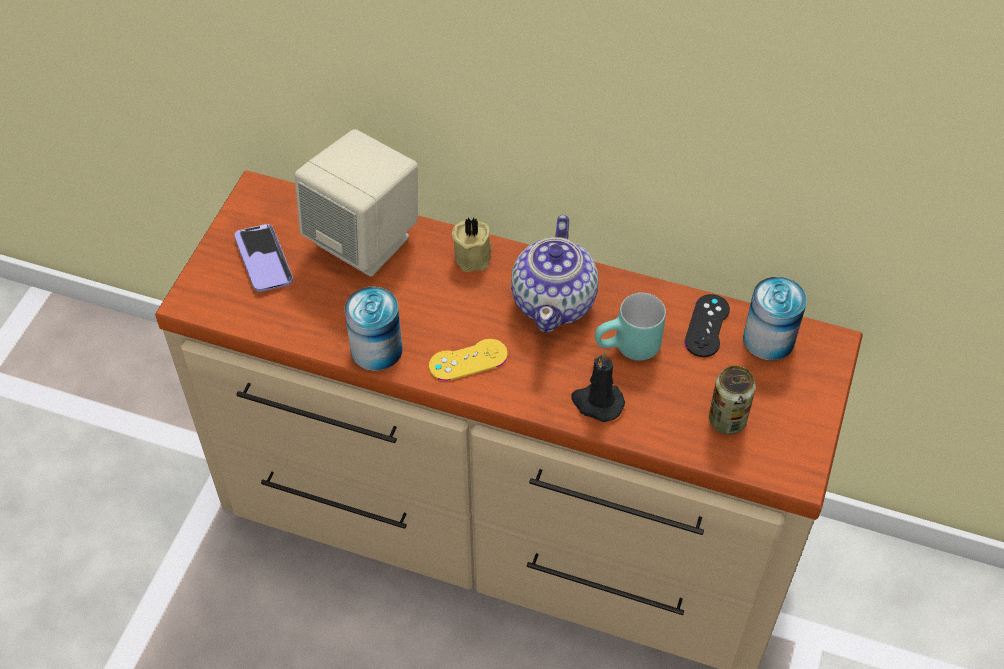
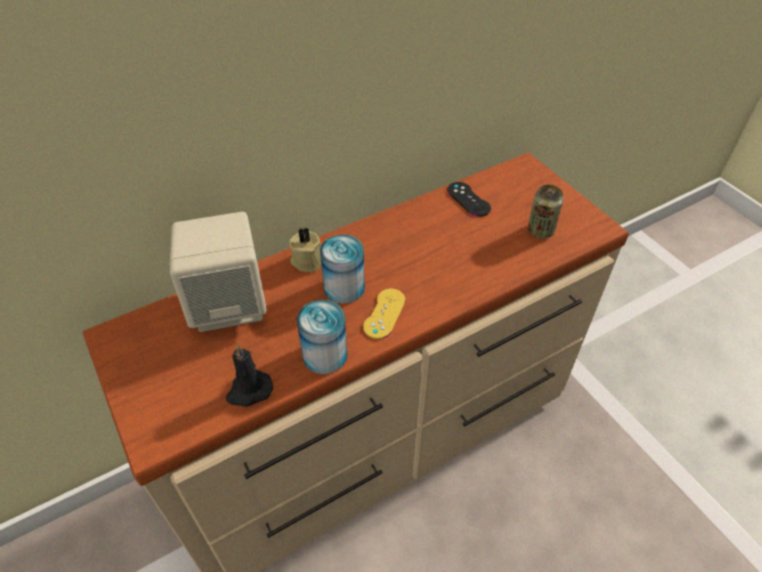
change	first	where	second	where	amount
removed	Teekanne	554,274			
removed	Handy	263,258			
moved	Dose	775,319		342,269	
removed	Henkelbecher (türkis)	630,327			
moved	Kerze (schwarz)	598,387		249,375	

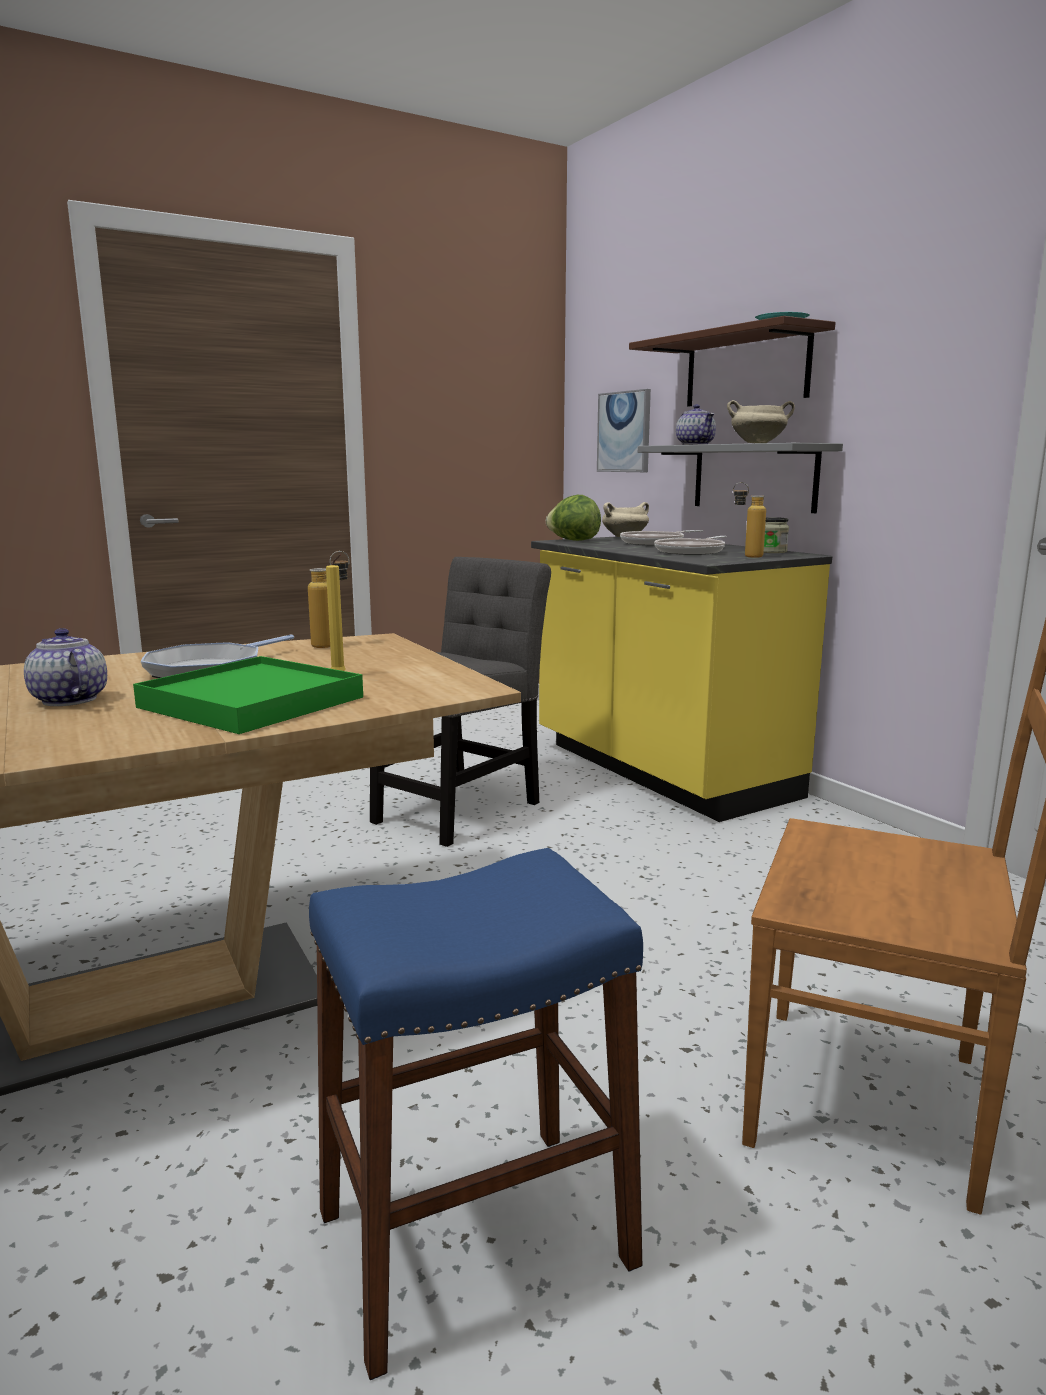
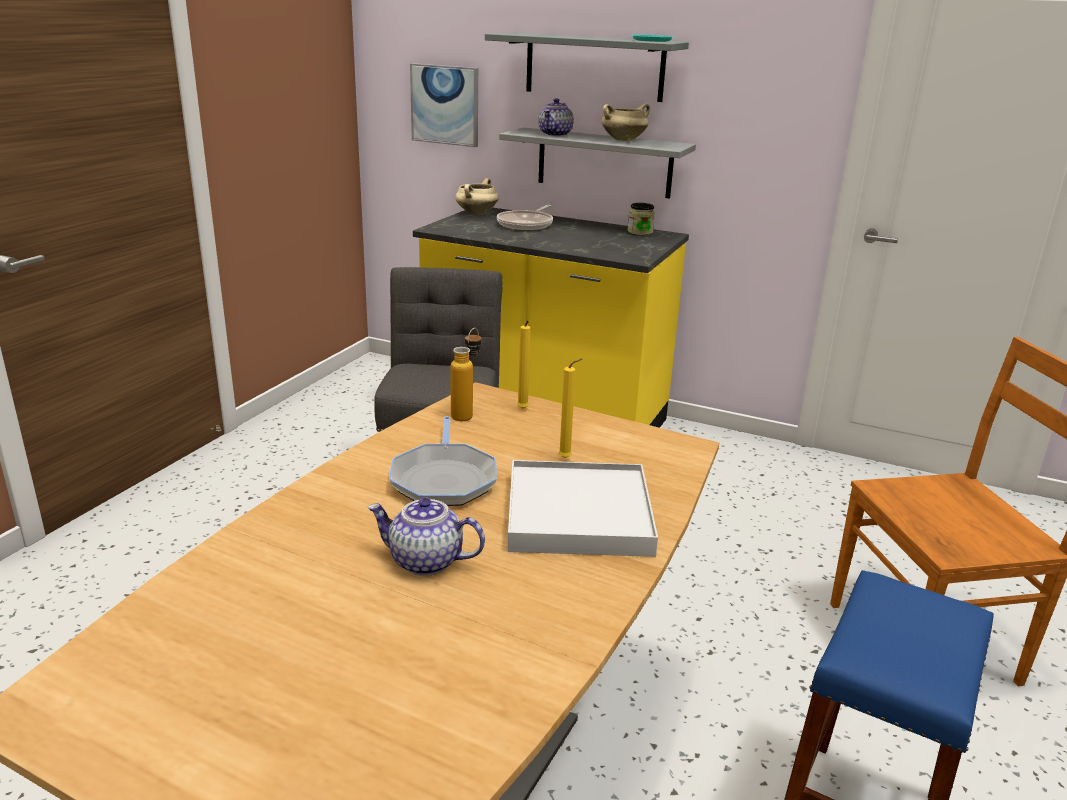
change	first	where	second	where	amount
recoloured	Wandregal (braun)	732,361	Wandregal (grau)	587,67	
turned	Teekanne	696,424		556,117	75 degrees clockwise
removed	Flasche	749,520			
removed	Salatkopf	573,518			
removed	Pfanne	690,545			
recoloured	Tablett (grün)	248,695	Tablett (weiß)	583,508	
added			Kerze (gelb)	524,365	

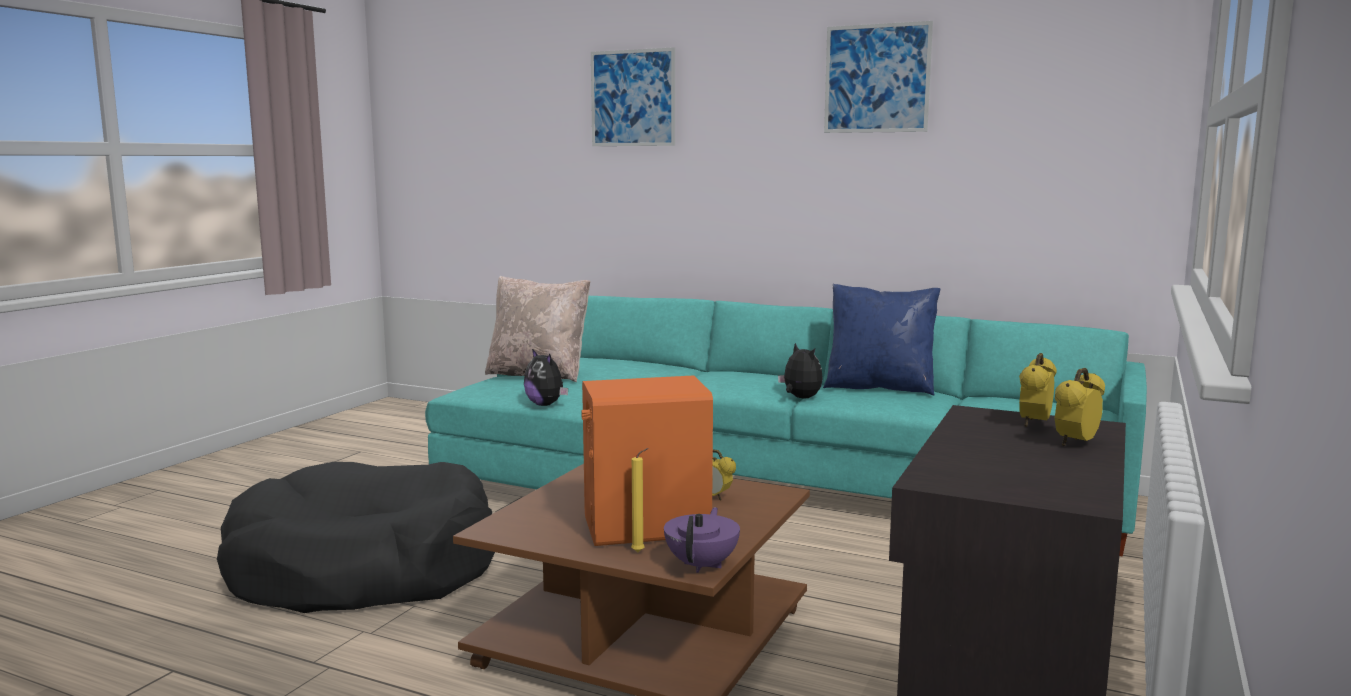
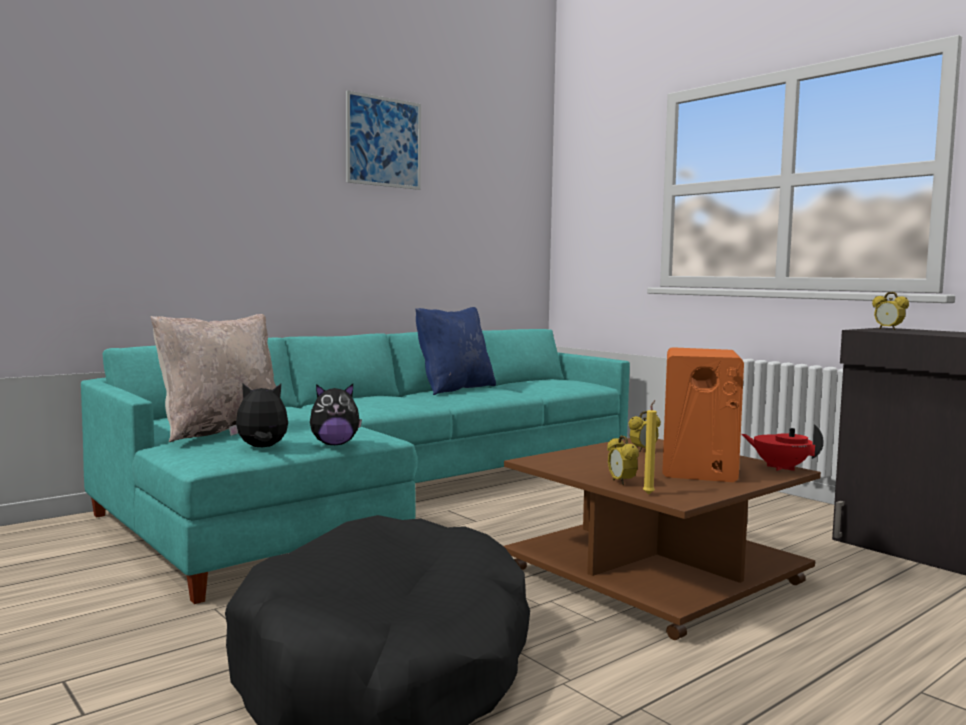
change	first	where	second	where	amount
removed	Bild	633,96			
moved	Plüschtier	800,370		258,415	
moved	Wecker	1080,407		623,460	
moved	Kerze (gelb)	640,500		650,447	
recoloured	Teekanne (lila)	702,540	Teekanne (rot)	782,447	

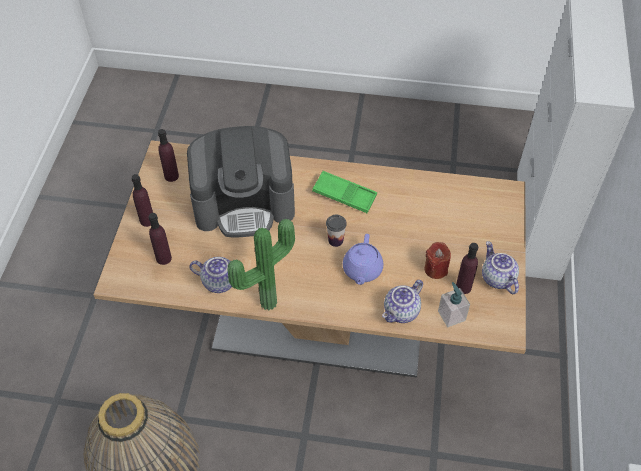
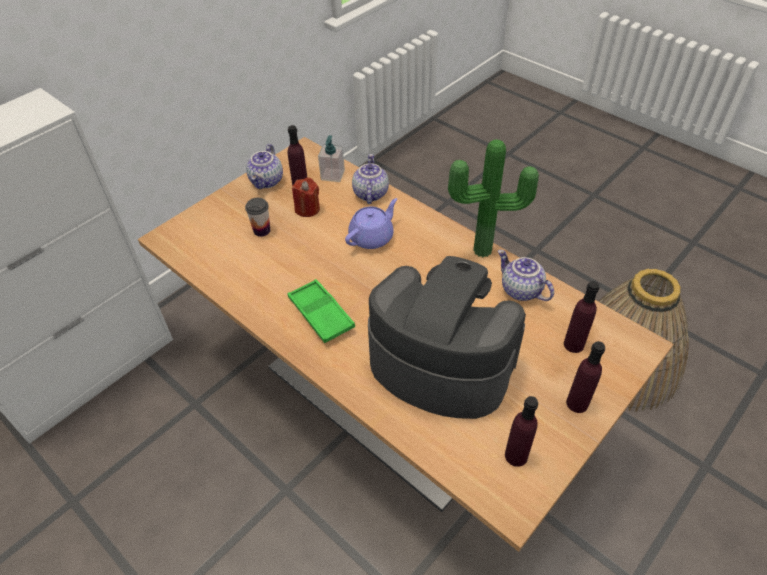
change	first	where	second	where	amount
moved	Tasse	336,230		257,217	
turned	Teekanne	402,301		370,179	75 degrees counterclockwise

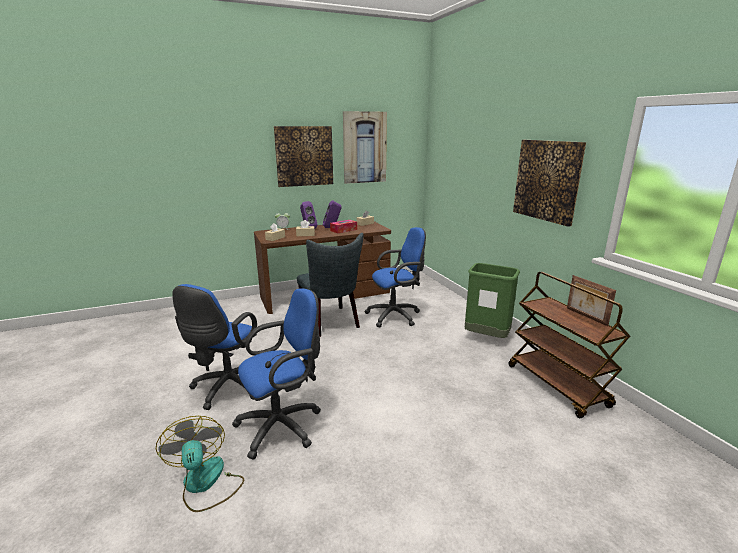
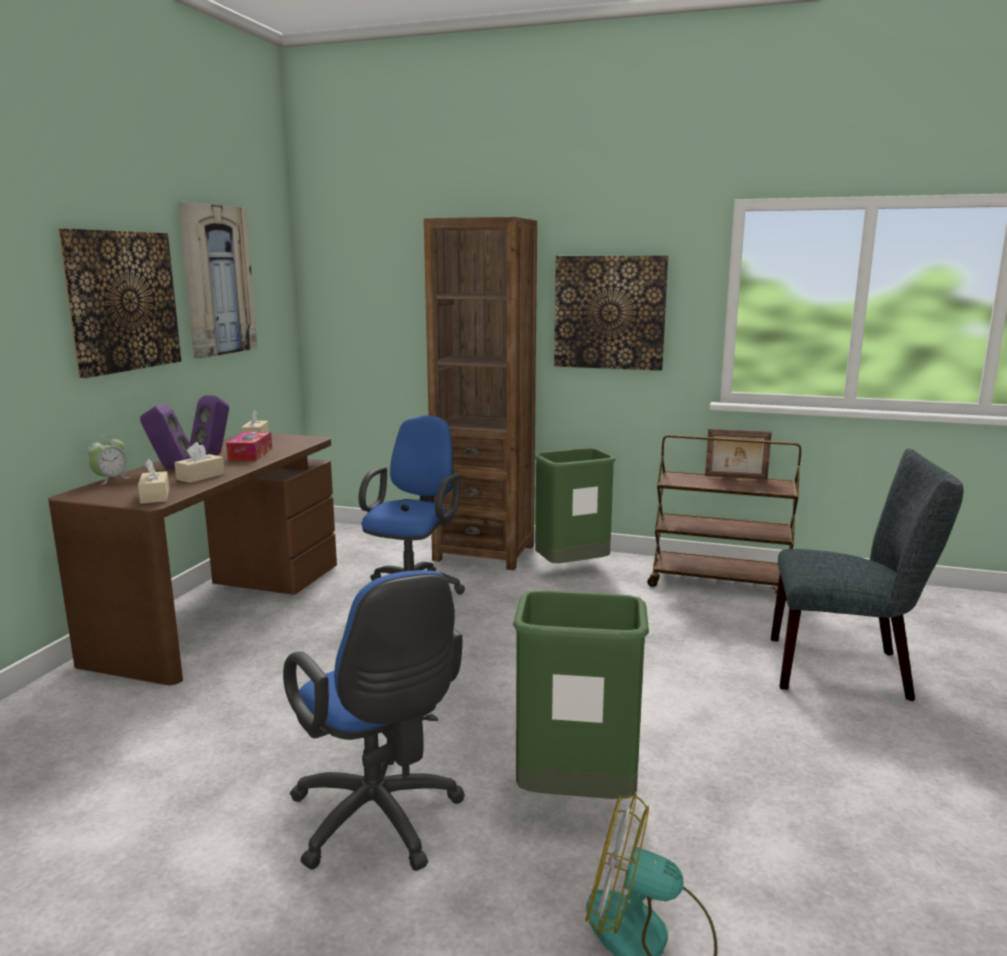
change	first	where	second	where	amount
moved	Stuhl (grau)	330,285		867,574	
replaced	Bürostuhl (blau)	276,374	Mülleimer (grün)	581,694	
added			Bücherregal (braun)	480,393	

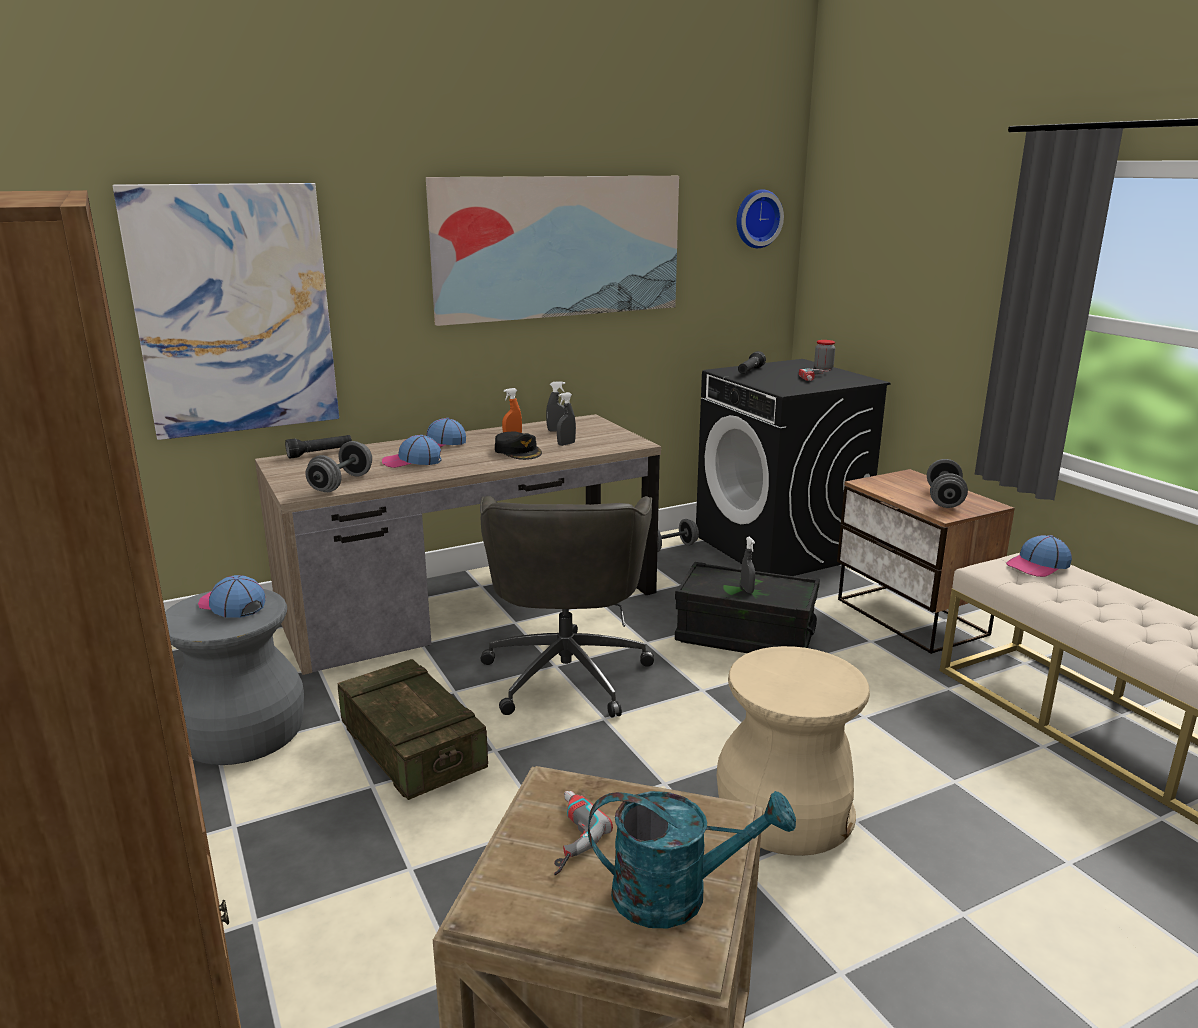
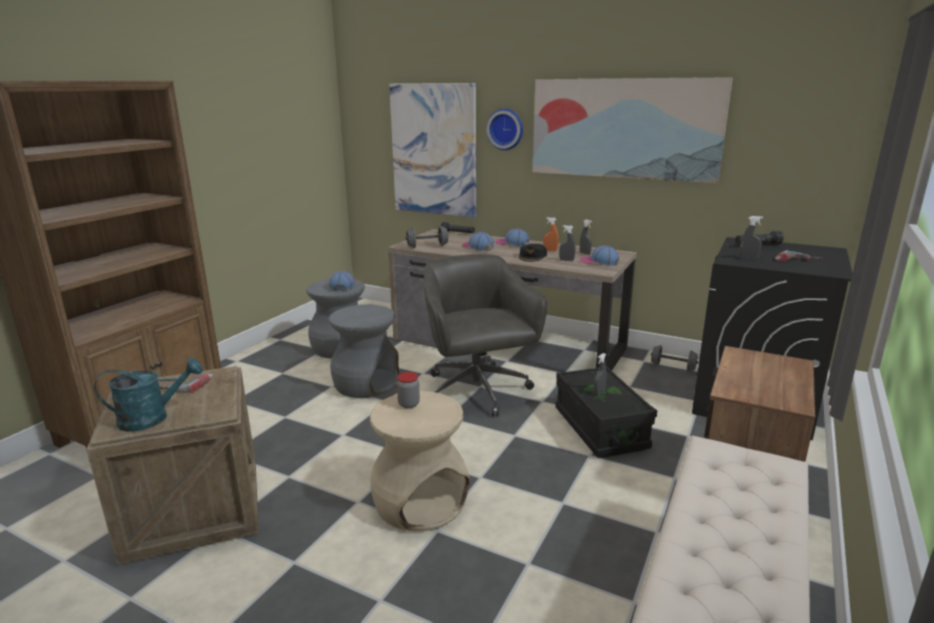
change	first	where	second	where	amount
moved	Wanduhr	760,218		504,129	
moved	Vorratsglas	824,355		408,390	
removed	Hantel (grau)	947,483			
turned	Bürostuhl (grau)	567,607		485,335	105 degrees clockwise
moved	Kappe	1039,556		599,255	
replaced	Kiste	413,729	Hocker (grau)	364,351	
turned	Gießkanne (türkis)	692,859		148,395	75 degrees counterclockwise
added			Sprühflasche (grau)	751,238	

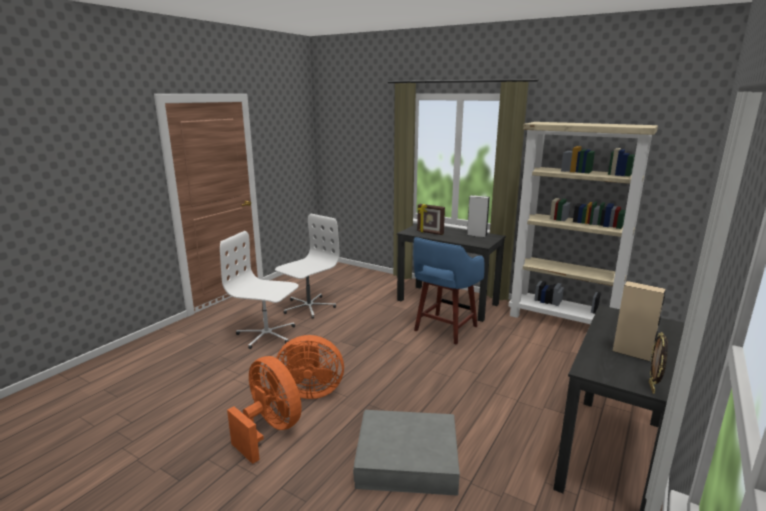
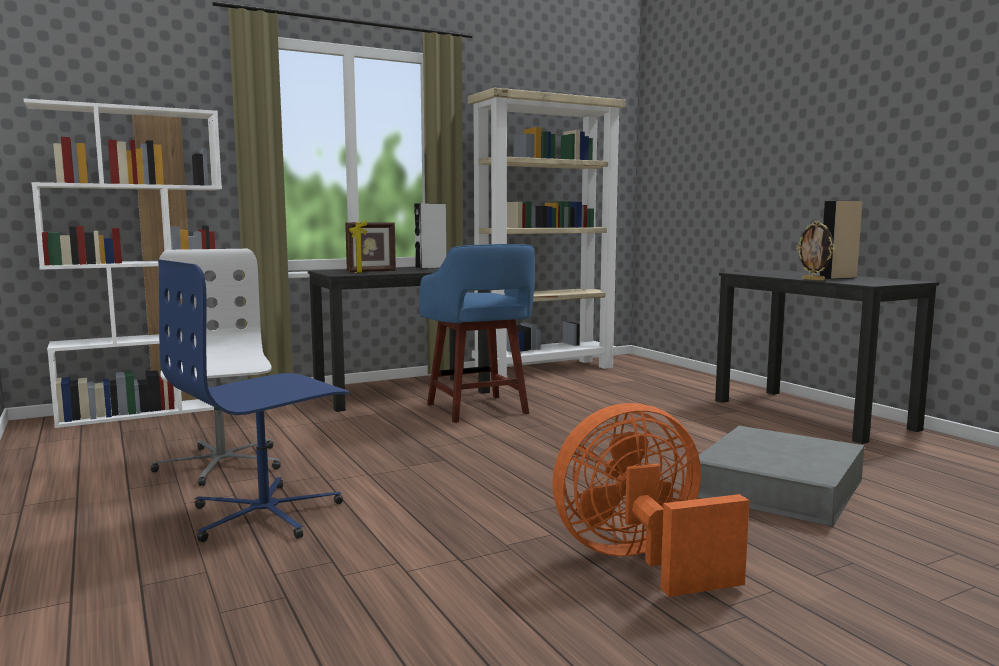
change	first	where	second	where	amount
recoloured	Bürostuhl (weiß)	259,290	Bürostuhl (blau)	253,401	
moved	Bilderrahmen	658,363		816,251	
removed	Ventilator (orange)	310,367			
added			Bücherregal (weiß)	123,263	

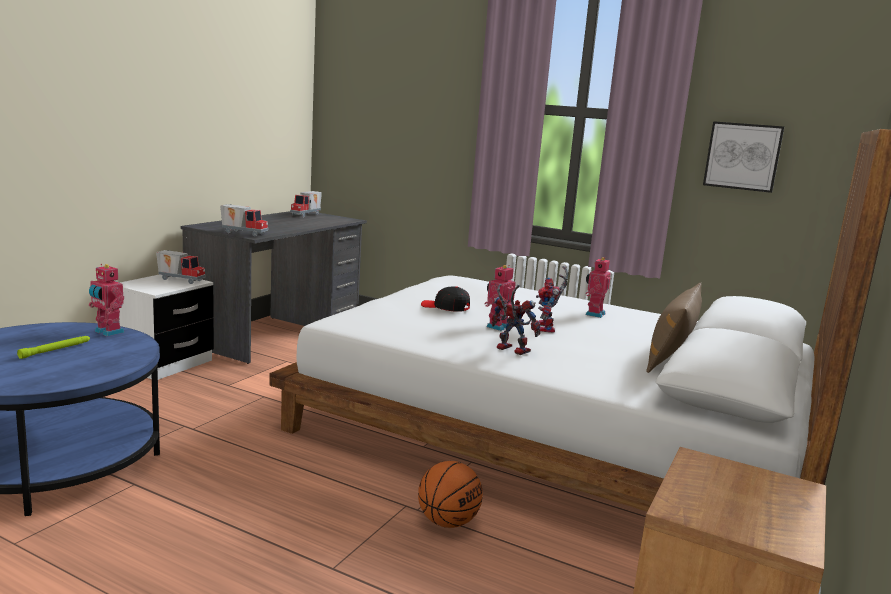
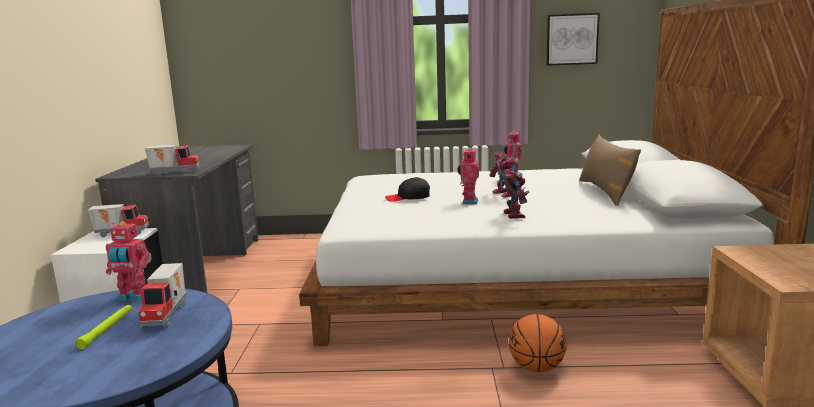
change	first	where	second	where	amount
moved	Spielzeuglaster	306,204		162,296	
turned	Spielzeugroboter	516,319		514,188	75 degrees clockwise

